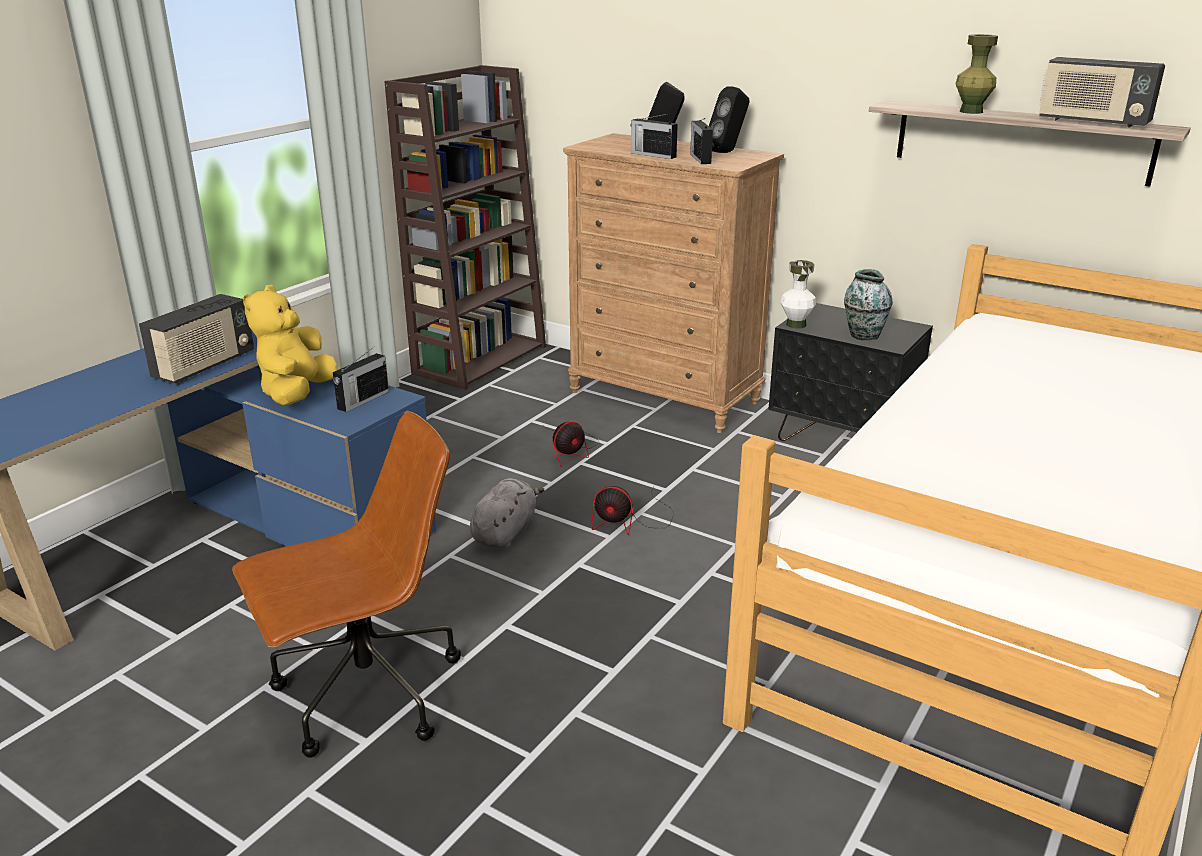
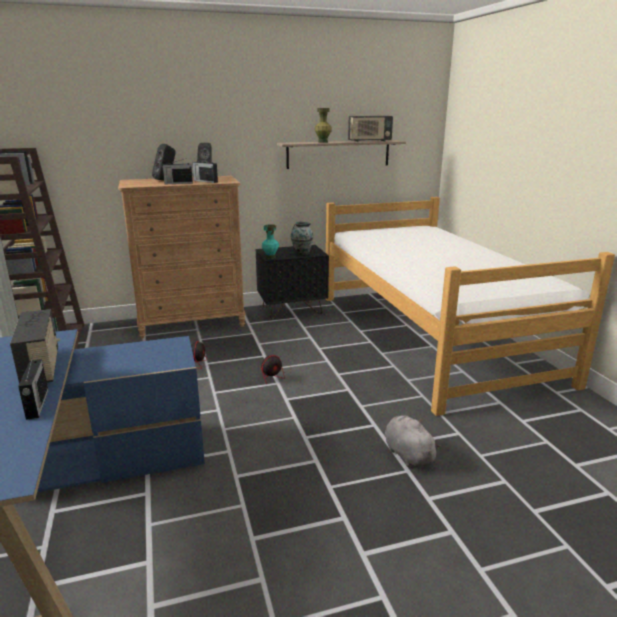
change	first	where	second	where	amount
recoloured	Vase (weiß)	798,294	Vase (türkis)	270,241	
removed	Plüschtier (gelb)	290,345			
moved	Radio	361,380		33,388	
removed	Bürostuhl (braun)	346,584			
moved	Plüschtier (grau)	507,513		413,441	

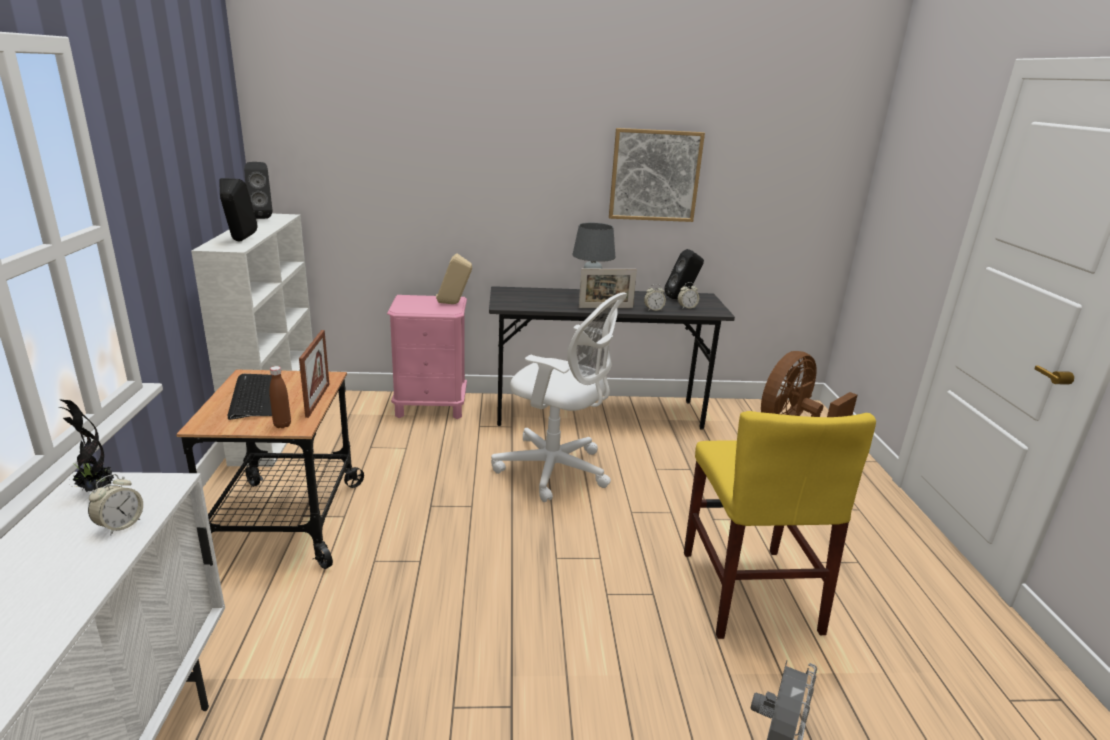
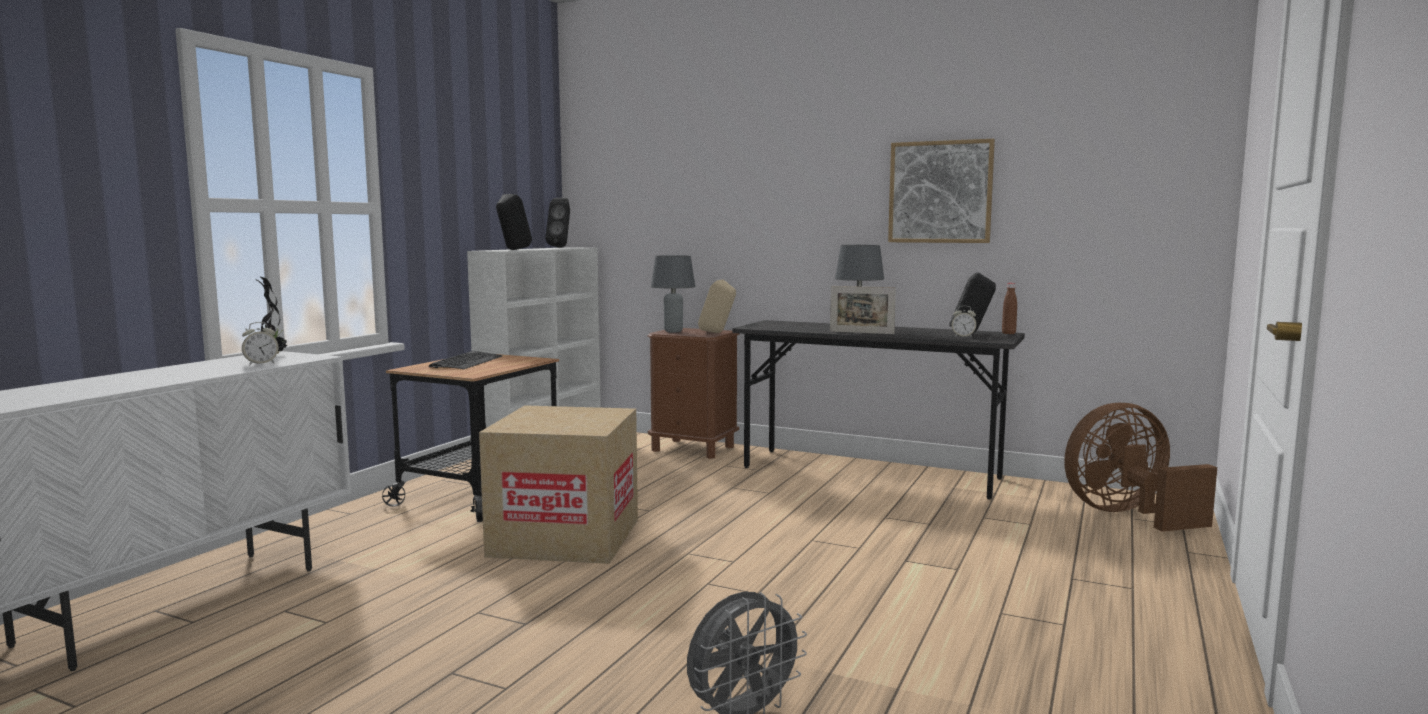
change	first	where	second	where	amount
removed	Wecker	655,297			
removed	Bürostuhl (weiß)	559,397			
recoloured	Nachttisch (rosa)	427,357	Nachttisch (braun)	693,393	
removed	Bilderrahmen	314,374			
moved	Flasche (braun)	280,397		1009,308	
removed	Stuhl (gelb)	780,525			
added			Tischlampe (grau)	673,294	
added			Karton	558,484	

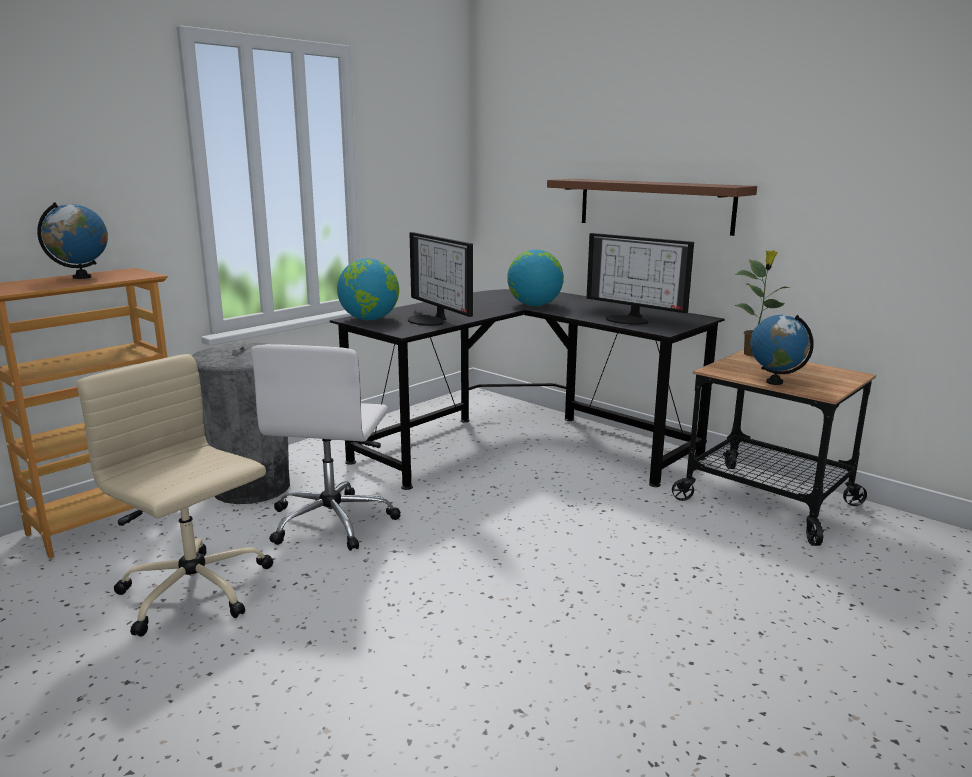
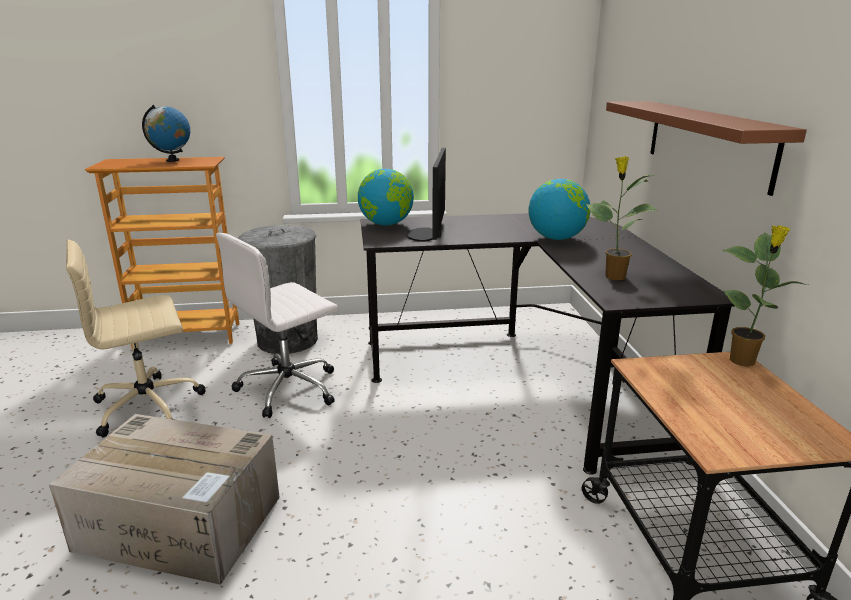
change	first	where	second	where	amount
replaced	Monitor	640,279	Topfpflanze	621,218	
removed	Globus	782,350			
turned	Bürostuhl (beige)	175,495		136,338	105 degrees counterclockwise
added			Karton	164,499	

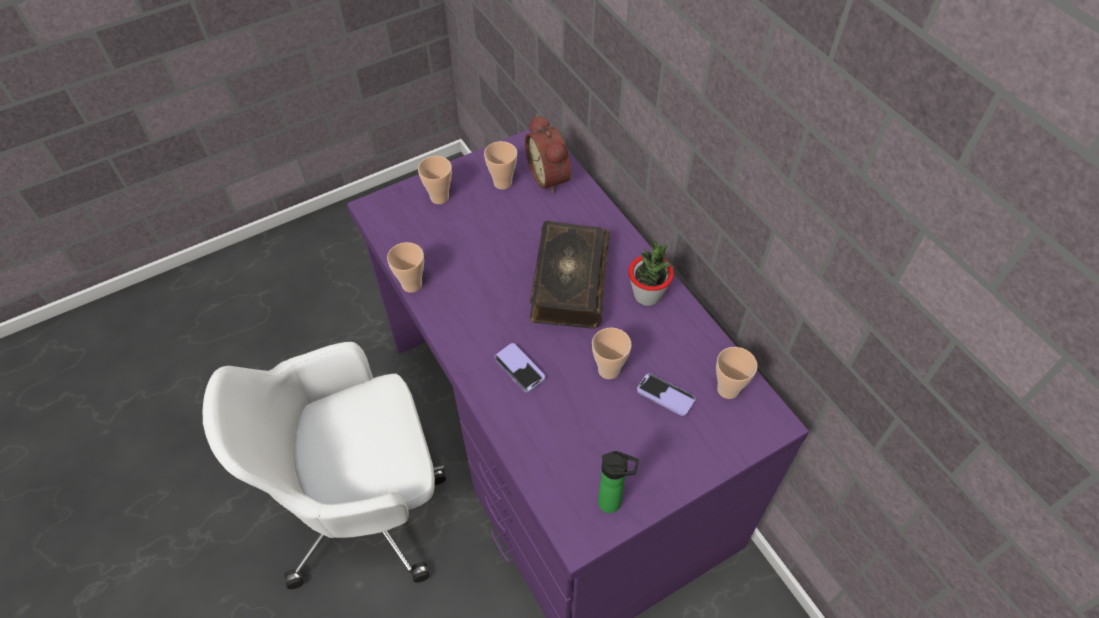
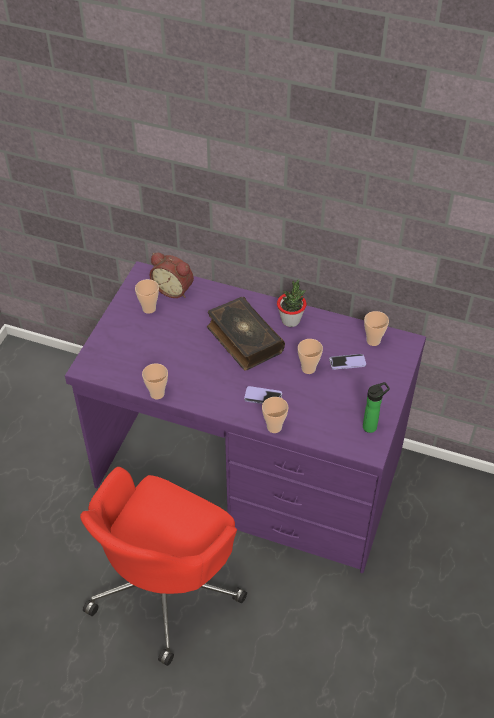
change	first	where	second	where	amount
moved	Tasse	435,180		275,415	
recoloured	Bürostuhl (weiß)	324,465	Bürostuhl (rot)	163,566	

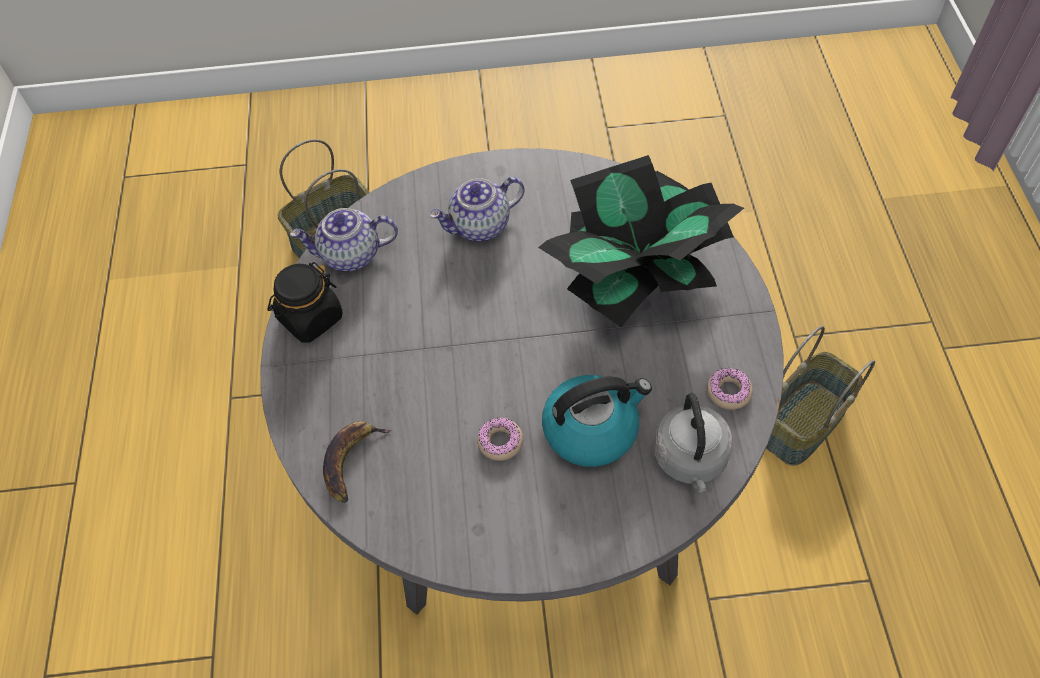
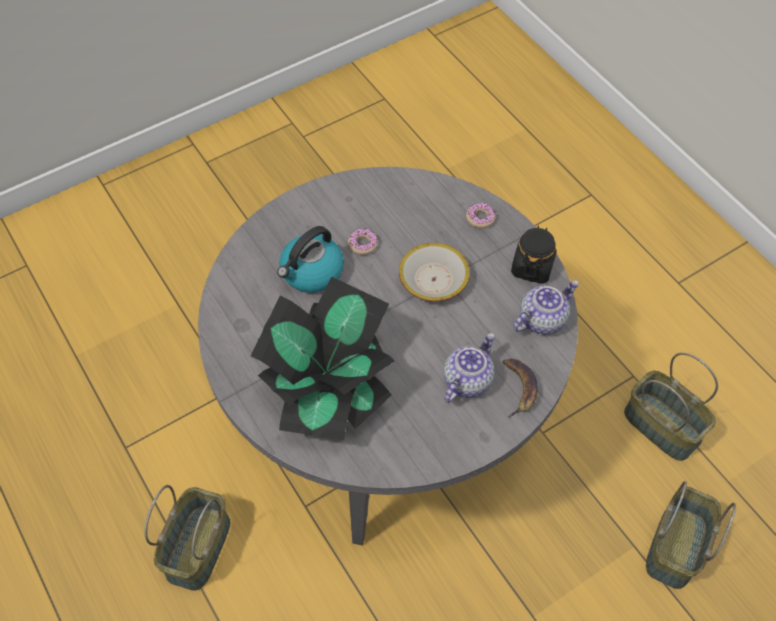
change	first	where	second	where	amount
moved	Donut	730,389		480,215	
removed	Wasserkessel (grau)	693,442			
moved	Banane	357,462		520,388	
added			Schüssel	434,272	
added			Korb	671,406	

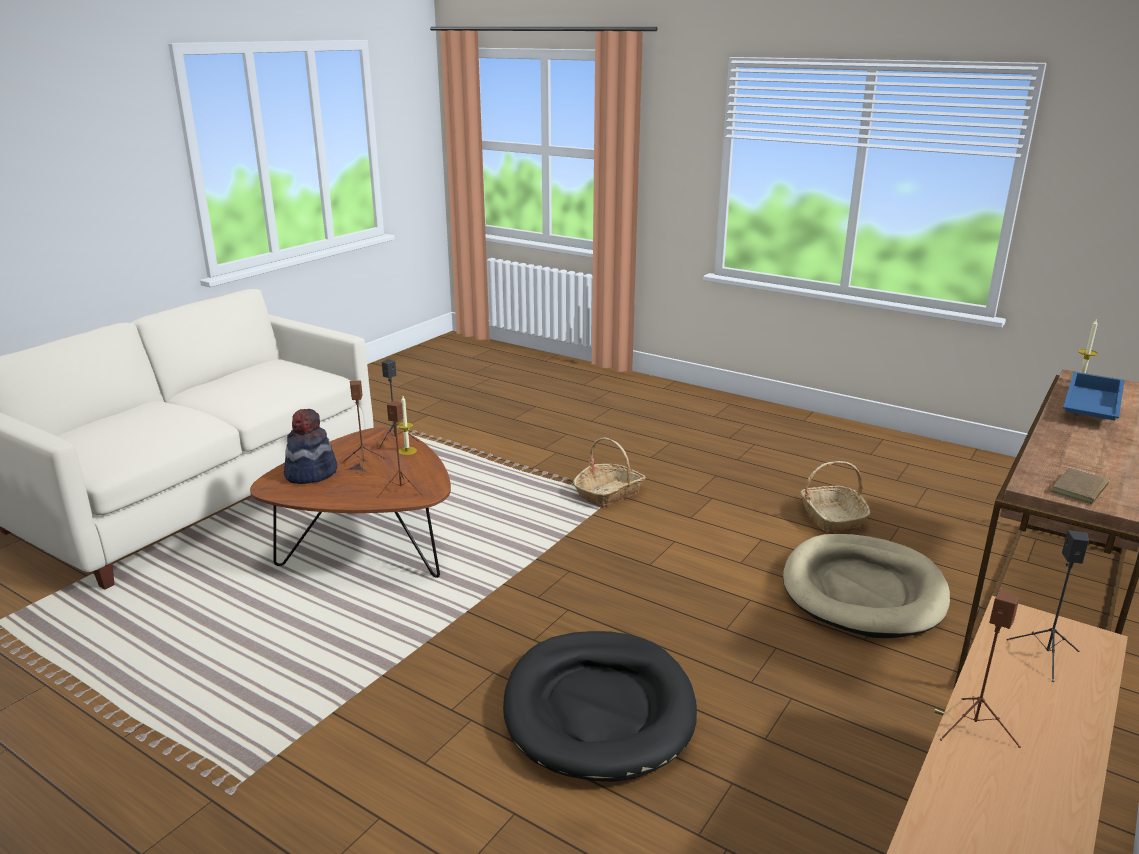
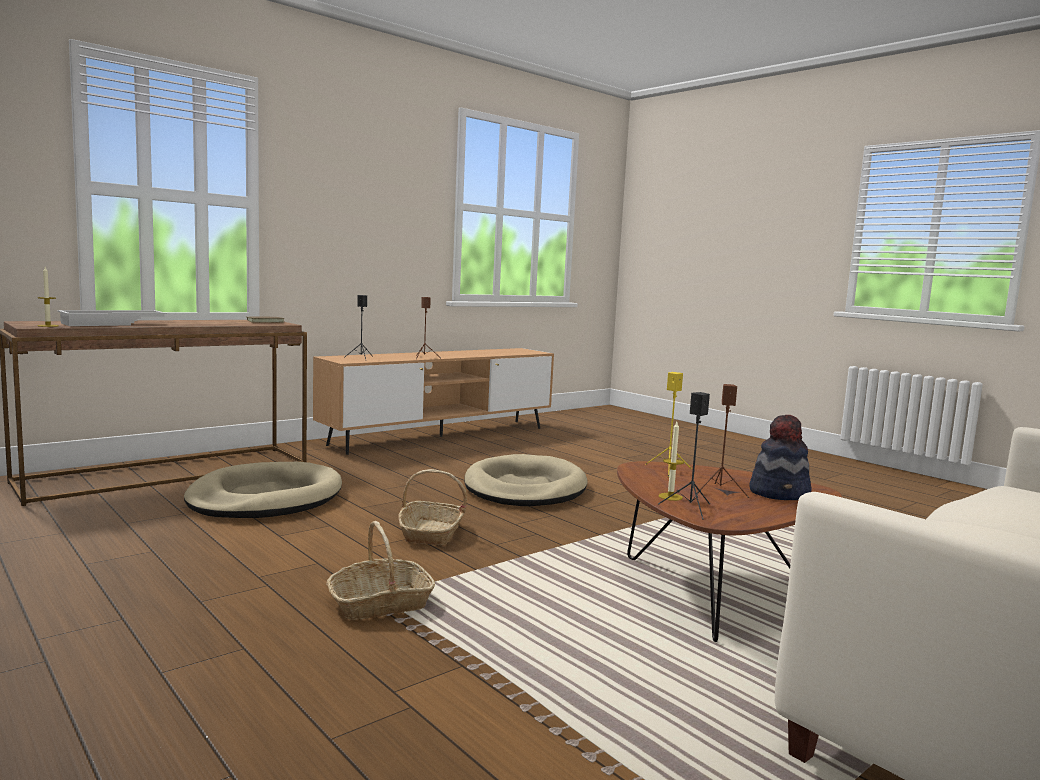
change	first	where	second	where	amount
recoloured	Tablett (blau)	1094,396	Tablett (weiß)	112,318	
recoloured	Lautsprecher (braun)	400,449	Lautsprecher (gelb)	668,424	
moved	Korb	835,497		432,507	
recoloured	Hundebett (schwarz)	600,706	Hundebett (beige)	525,480	

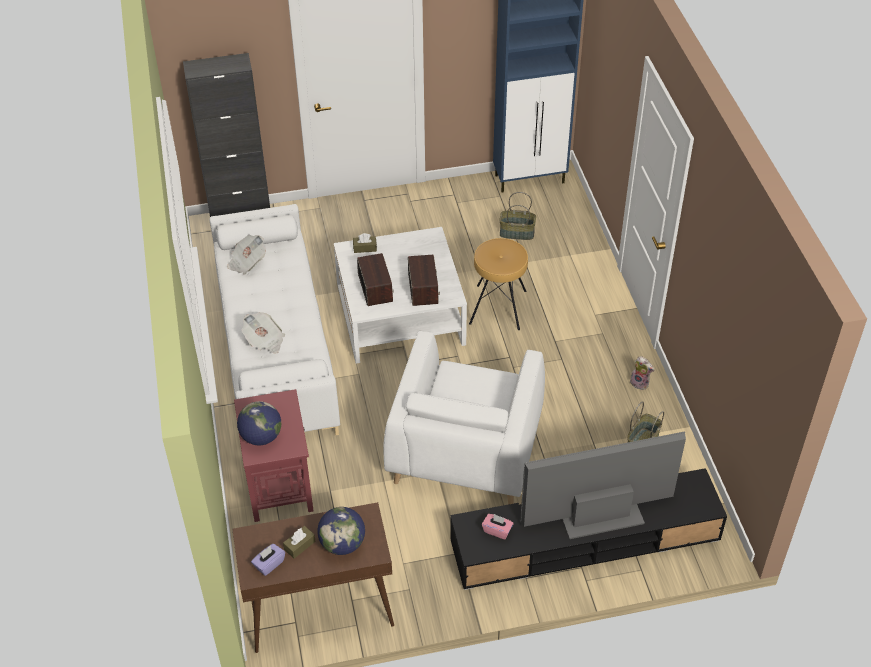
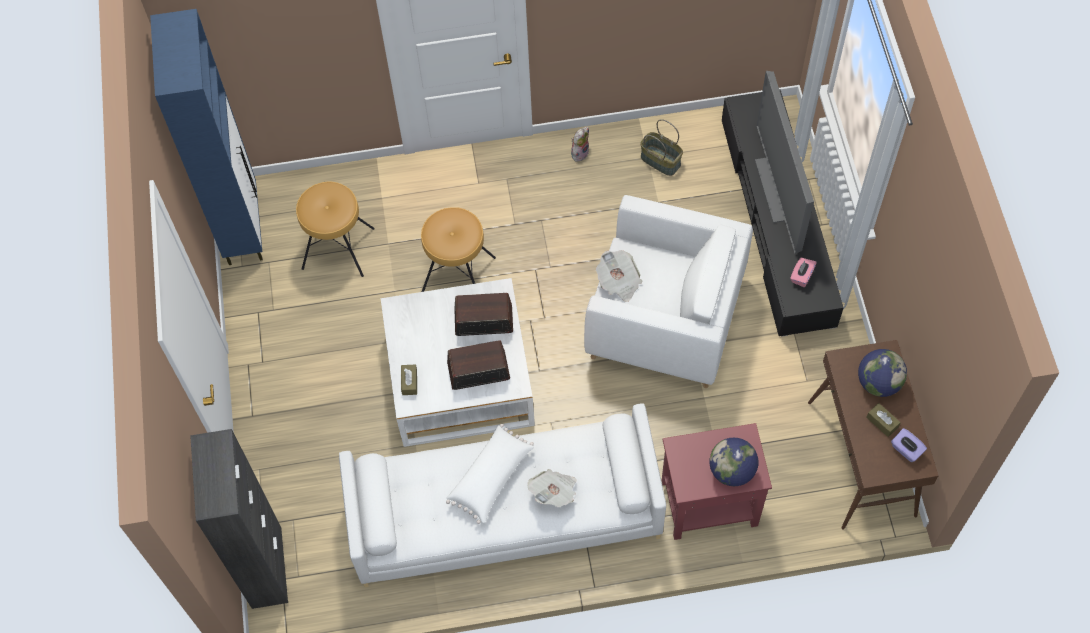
change	first	where	second	where	amount
replaced	Korb	517,216	Hocker (braun)	335,229	
moved	Zeitung	246,255		619,276	
added			Kissen (weiß)	490,474	

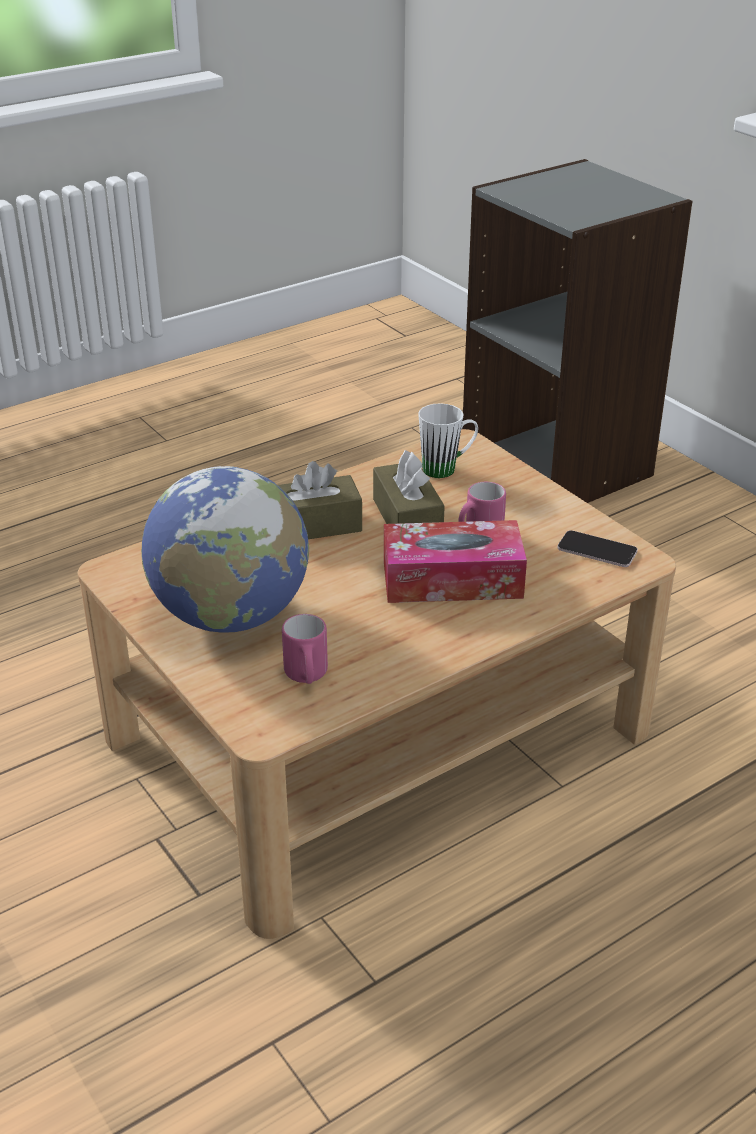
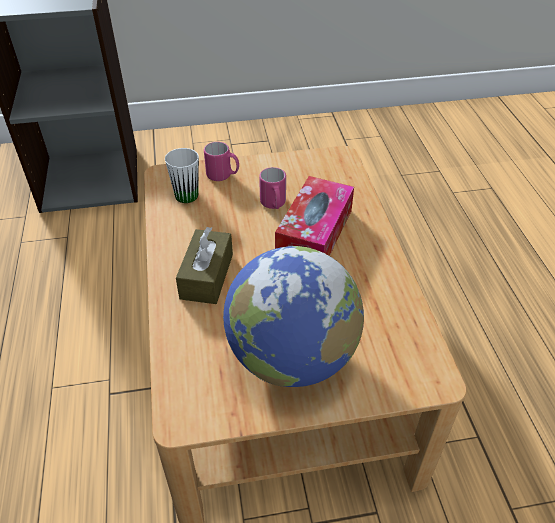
change	first	where	second	where	amount
removed	Taschentuchbox (braun)	409,487			
removed	Handy	597,548			
moved	Henkelbecher (rosa)	305,649		221,161	

